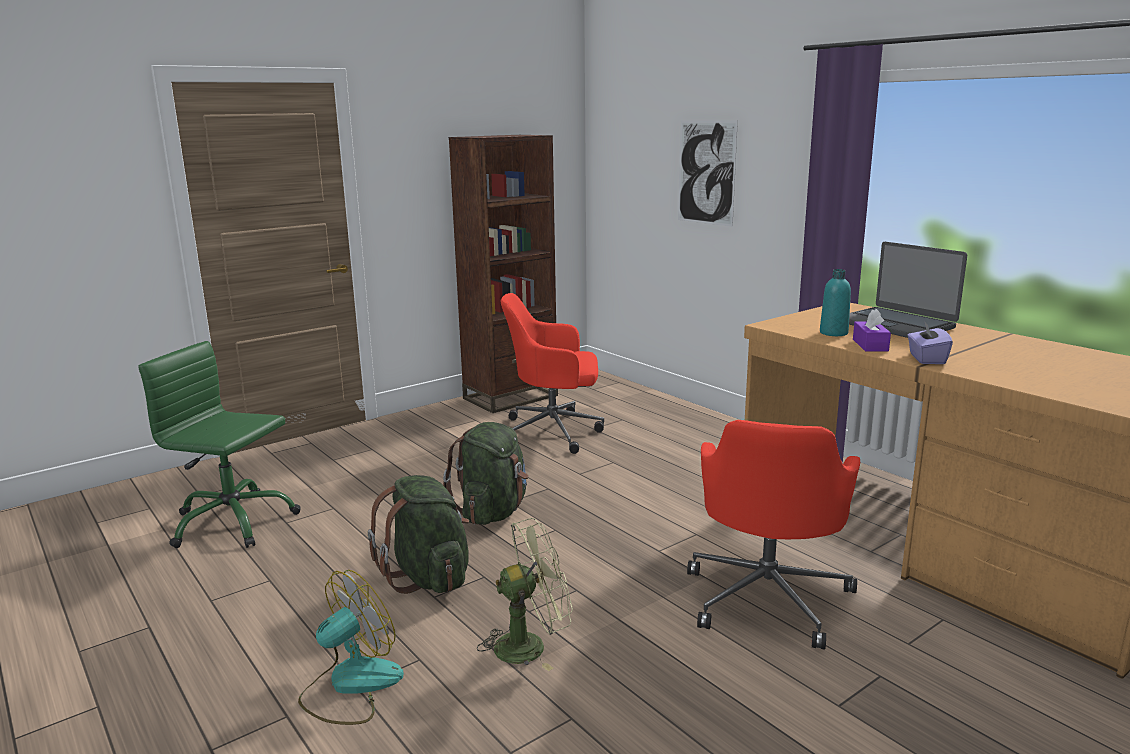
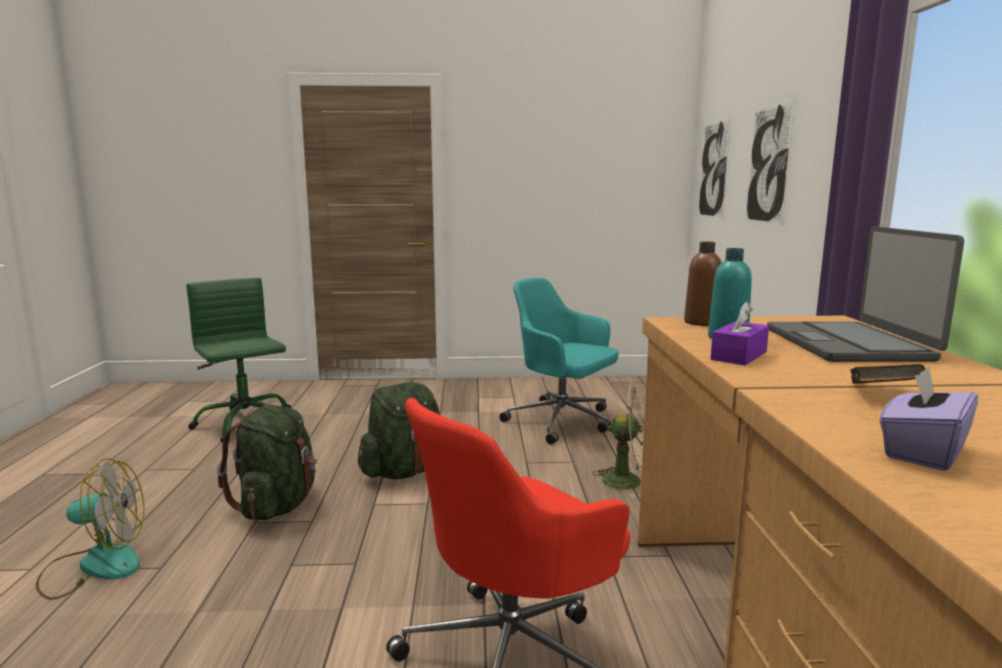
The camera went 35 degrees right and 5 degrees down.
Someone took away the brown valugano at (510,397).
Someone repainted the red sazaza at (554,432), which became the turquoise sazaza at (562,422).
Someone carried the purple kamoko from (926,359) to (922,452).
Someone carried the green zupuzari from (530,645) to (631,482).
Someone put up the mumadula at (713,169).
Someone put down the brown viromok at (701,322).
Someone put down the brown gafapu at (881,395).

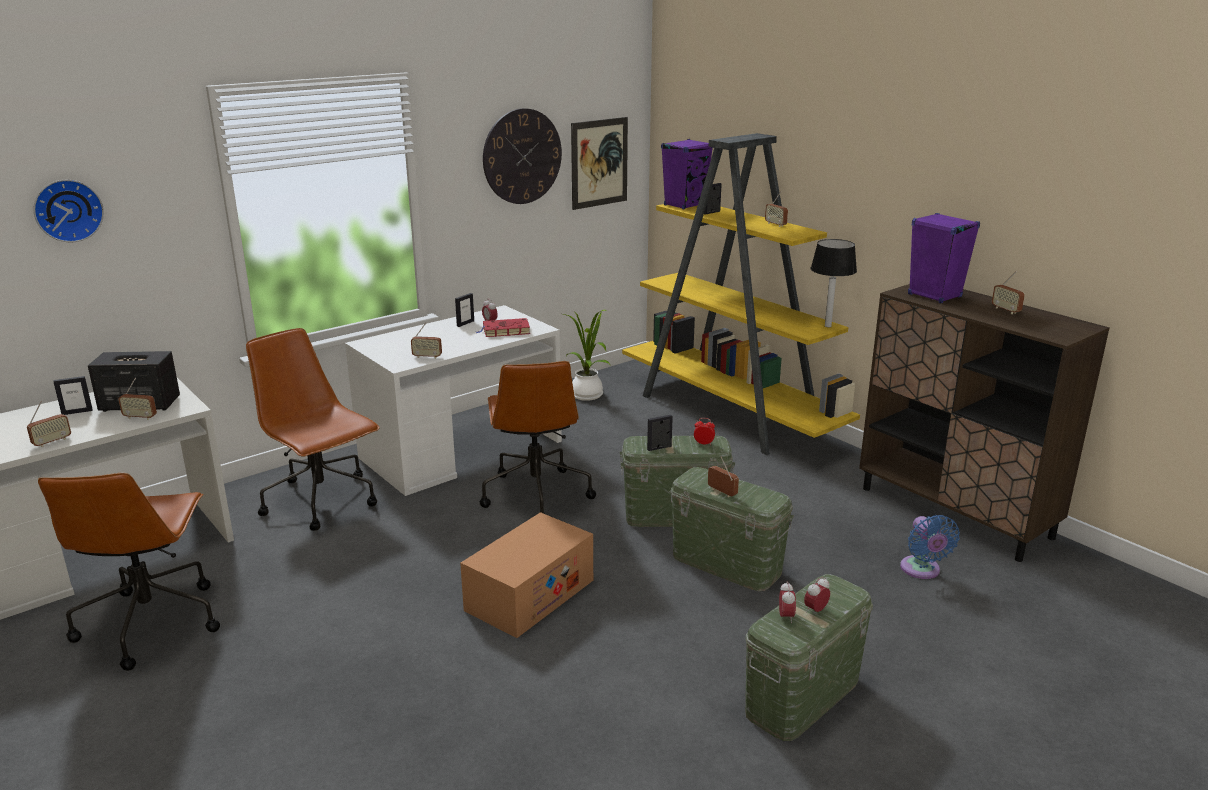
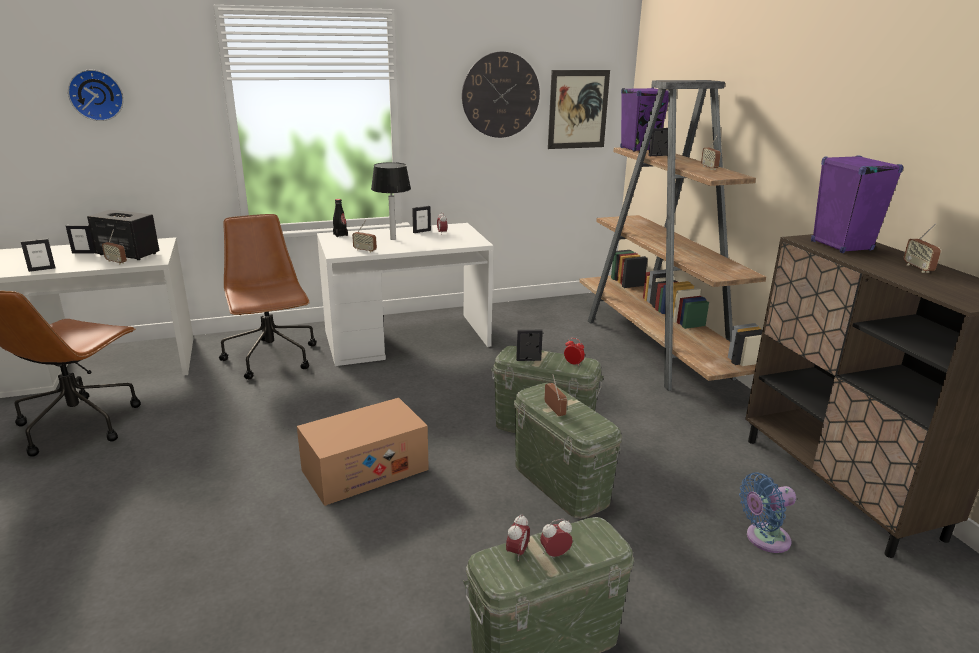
The camera went 20 degrees right and 0 degrees up.
Someone repainted the yellow valugano at (730,414), which became the brown valugano at (657,349).
Someone carried the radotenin from (828,326) to (392,239).
Someone took away the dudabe at (587,396).
Someone took away the red gafapu at (505,331).
Someone took away the brown sazaza at (536,494).
Someone swapped the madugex at (52,442) for the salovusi at (42,269).
Someone rotated the blue zupuzari at (922,570) by 60 degrees clockwise.
Someone put down the black viromok at (340,235).

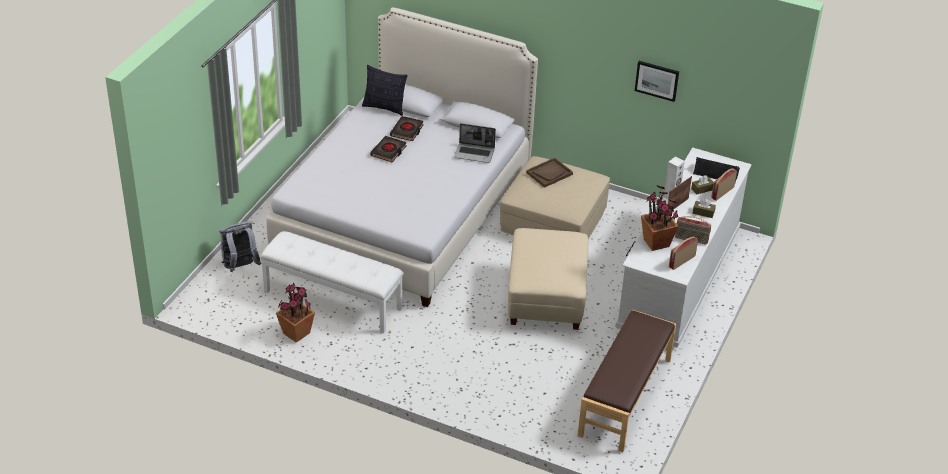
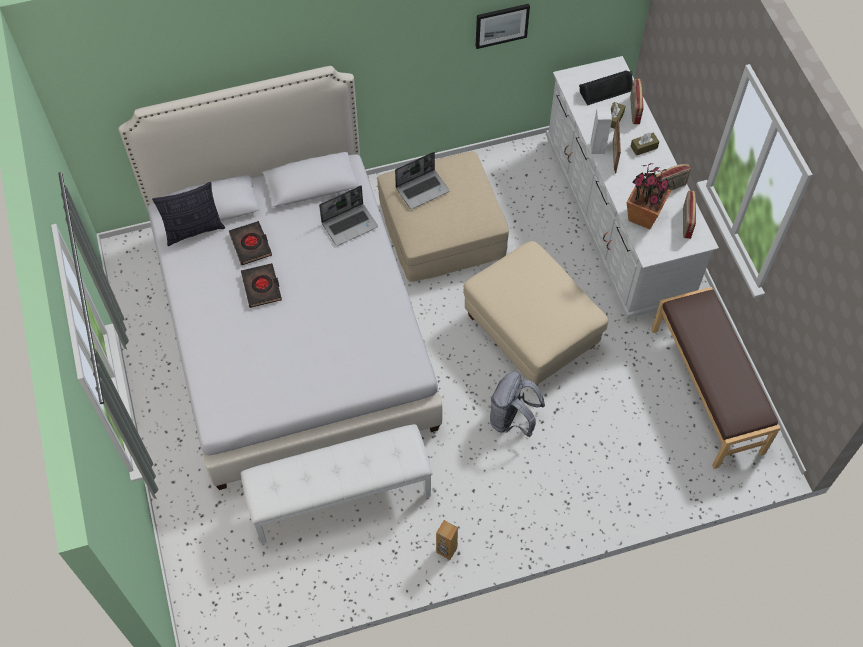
The camera went 40 degrees left and 20 degrees up.
Someone swapped the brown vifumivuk at (549,173) for the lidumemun at (422,189).
Someone carried the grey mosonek from (240,267) to (512,419).
Someone took away the dudabe at (296,333).
Someone put down the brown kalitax at (446,550).

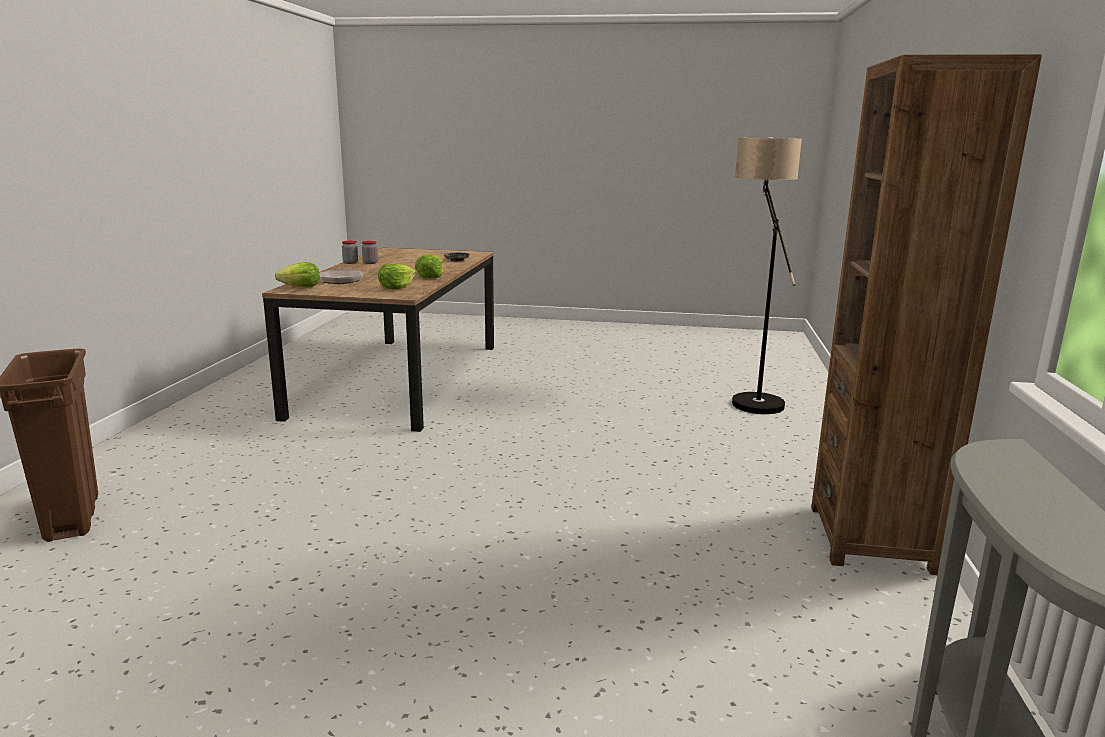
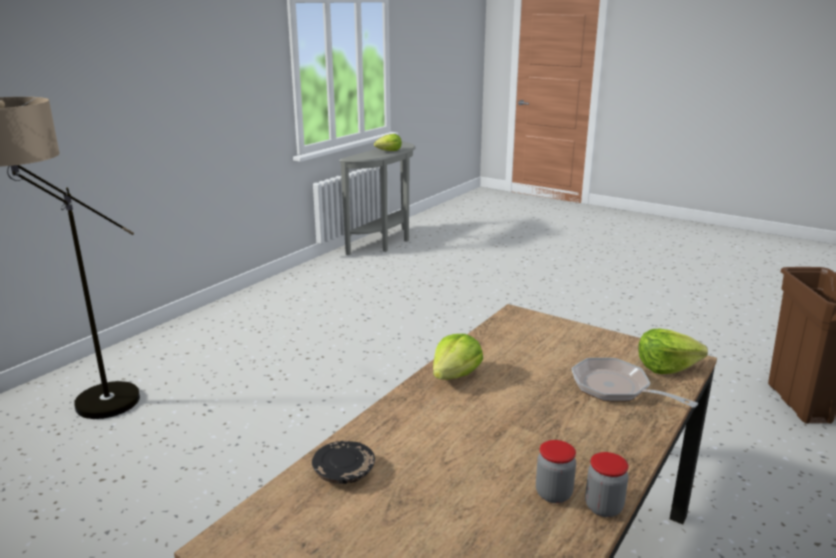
The camera went 155 degrees left and 5 degrees up.
Someone took away the brown valugano at (872,539).
Someone carried the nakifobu from (396,287) to (389,151).

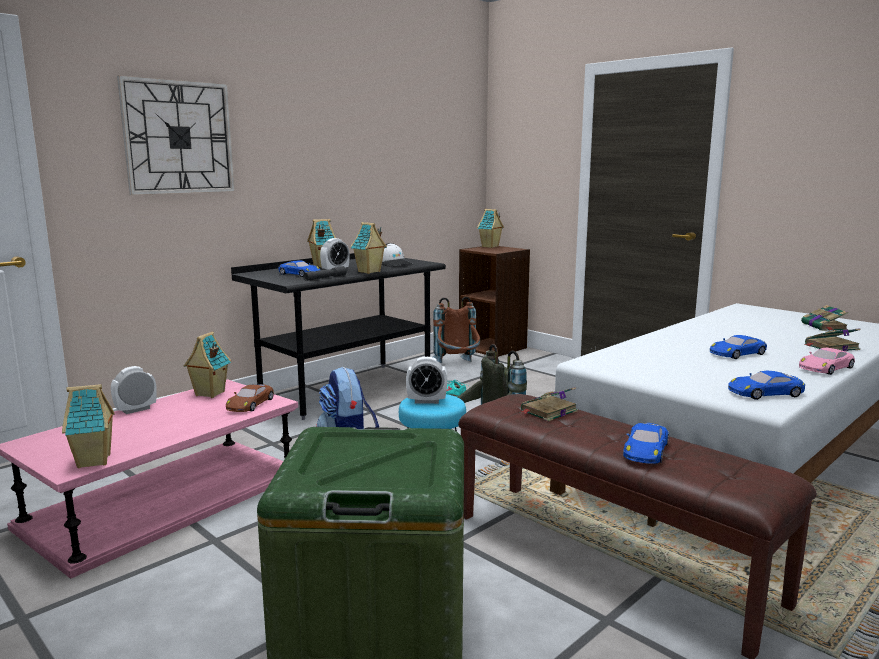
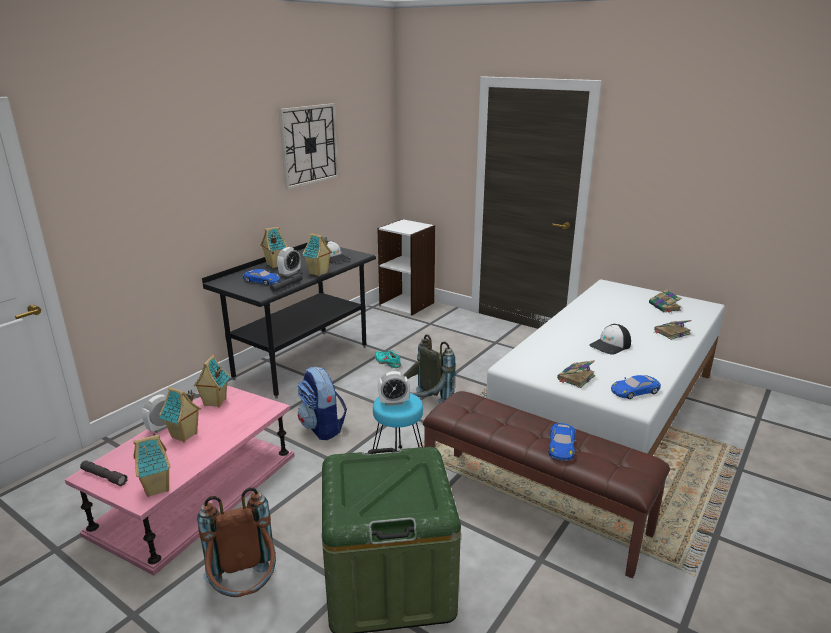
The camera went 10 degrees left and 10 degrees up.
Someone carried the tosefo from (178,137) to (309,145).
Someone carried the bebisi from (490,246) to (184,436).
Someone repainted the brown valugano at (493,347), which became the white valugano at (407,304).
Someone carried the brown mosonek from (457,366) to (245,591).
Someone swapped the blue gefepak at (737,353) for the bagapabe at (610,345).
Someone took away the pink gefepak at (826,368).
Someone took away the brown gefepak at (250,404).
Someone carried the gafapu from (548,411) to (575,378).
Someone put down the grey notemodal at (104,477).

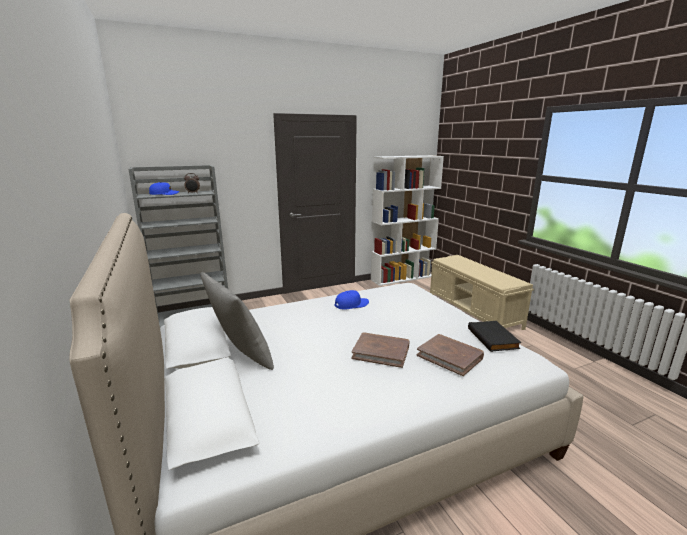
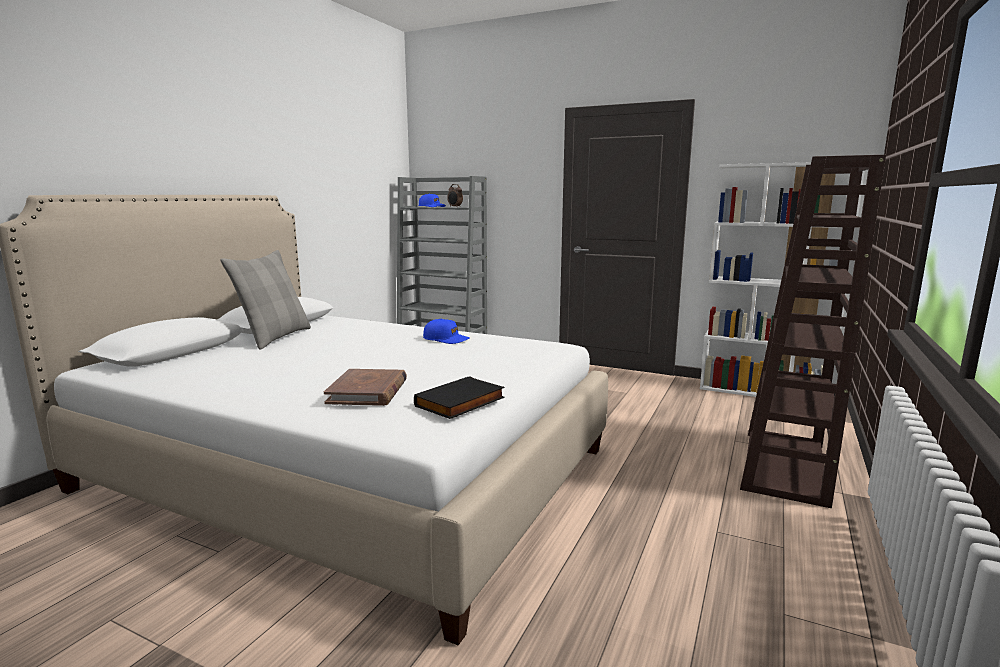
The camera went 50 degrees right and 5 degrees down.
Someone swapped the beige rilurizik at (473,311) for the brown valugano at (785,467).
Someone took away the brown gafapu at (381,352).

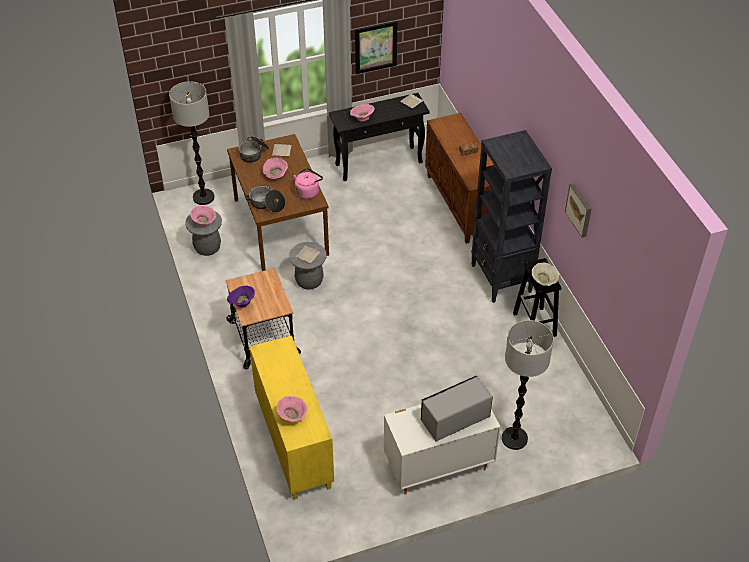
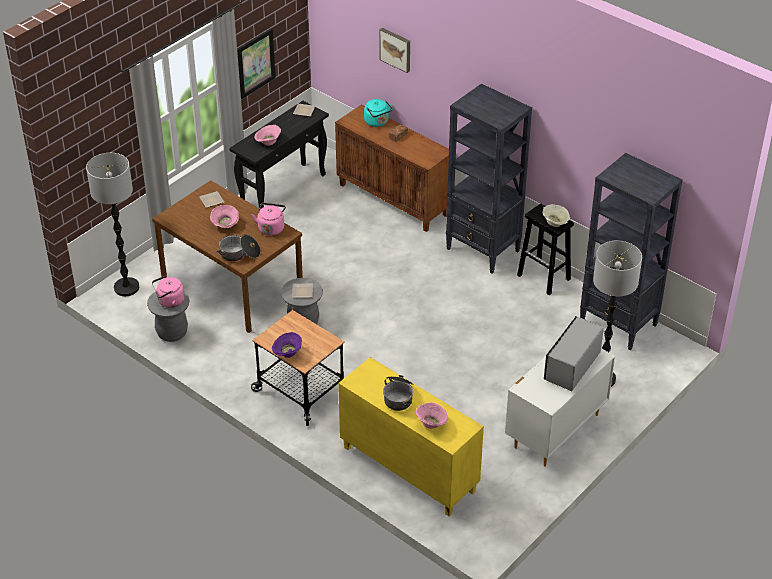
The camera went 30 degrees left and 5 degrees down.
Someone carried the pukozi from (254,153) to (399,397).
Someone carried the mumadula from (580,209) to (396,49).
Someone swapped the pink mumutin at (204,222) for the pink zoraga at (169,302).
Someone put down the turquoise zoraga at (377,122).
Someone put down the black valugano at (618,324).

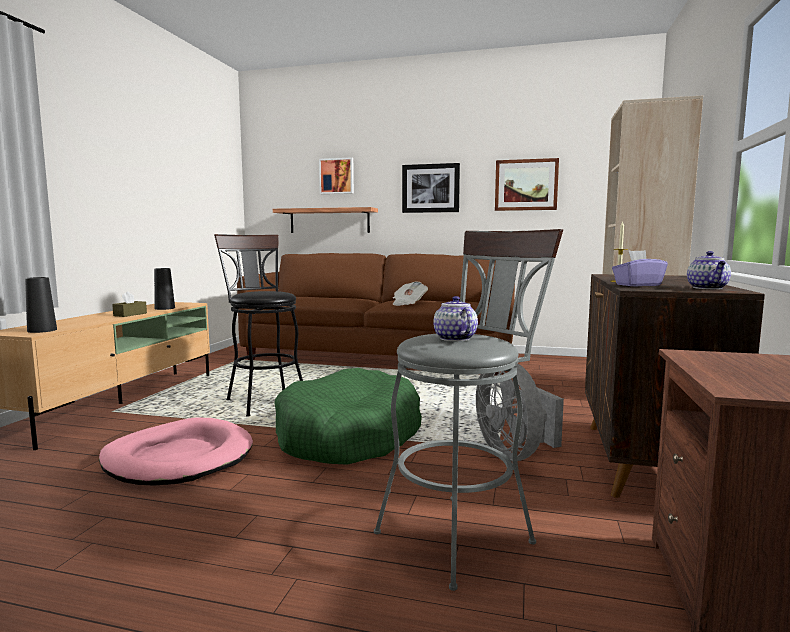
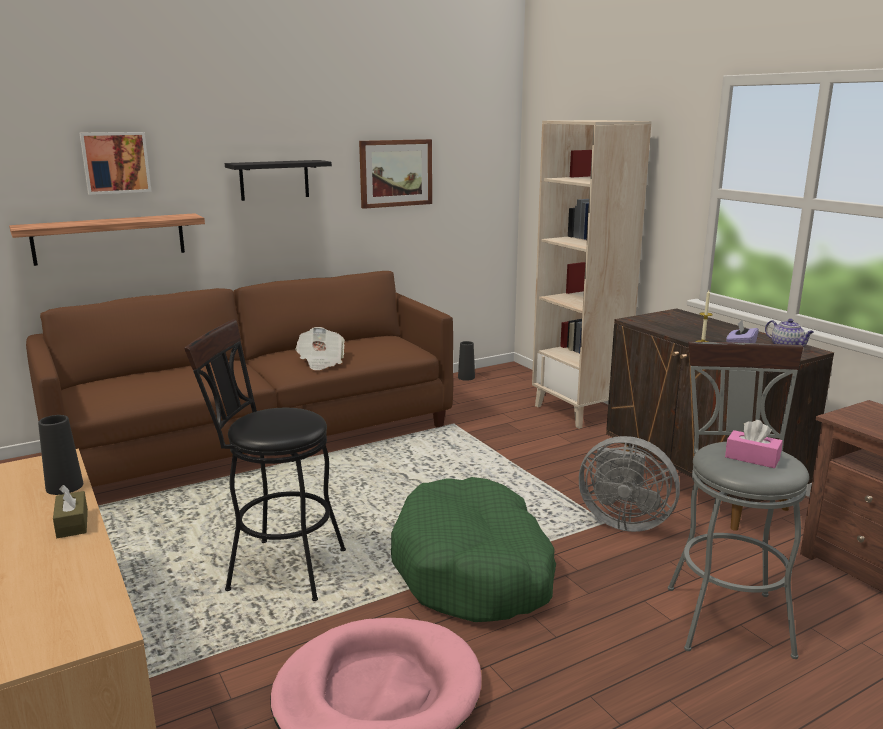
The camera went 45 degrees left and 10 degrees up.
Someone swapped the mumadula at (430,188) for the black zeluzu at (274,180).
Someone carried the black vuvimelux from (42,330) to (466,377).
Someone swapped the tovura at (454,338) for the pink kamoko at (752,458).

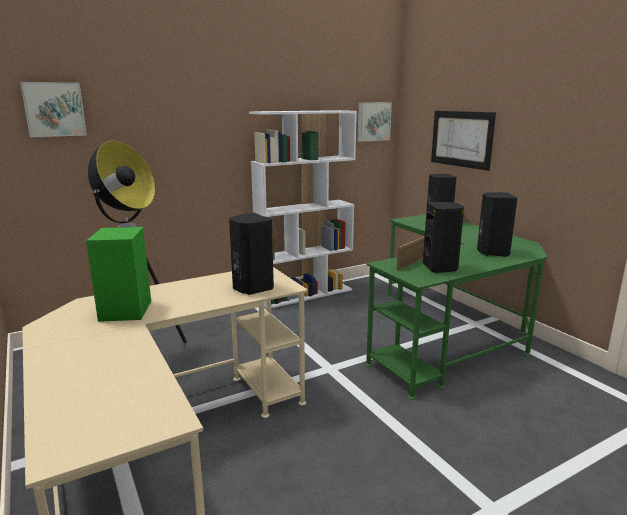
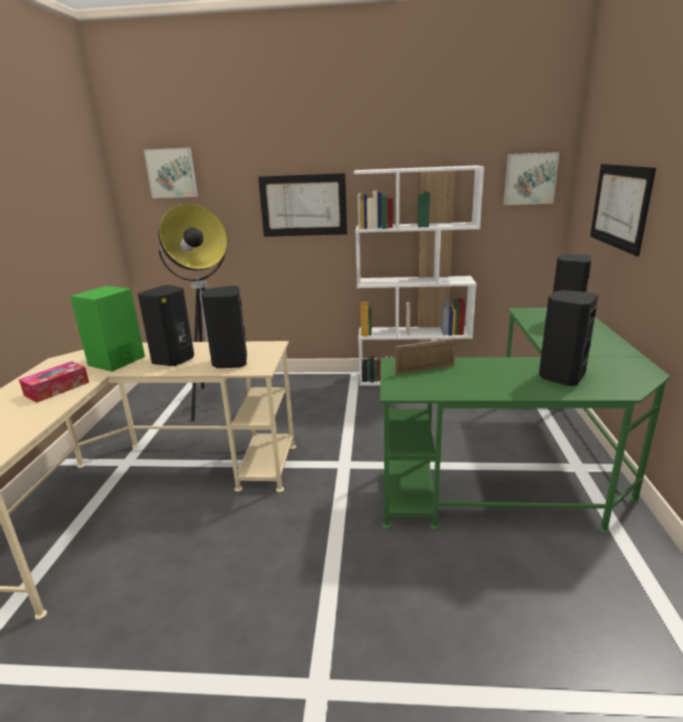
The camera went 35 degrees right and 5 degrees up.
Someone carried the black kalitax from (441,268) to (174,360).
Someone put up the mumadula at (303,205).
Someone put down the kamoko at (57,389).

